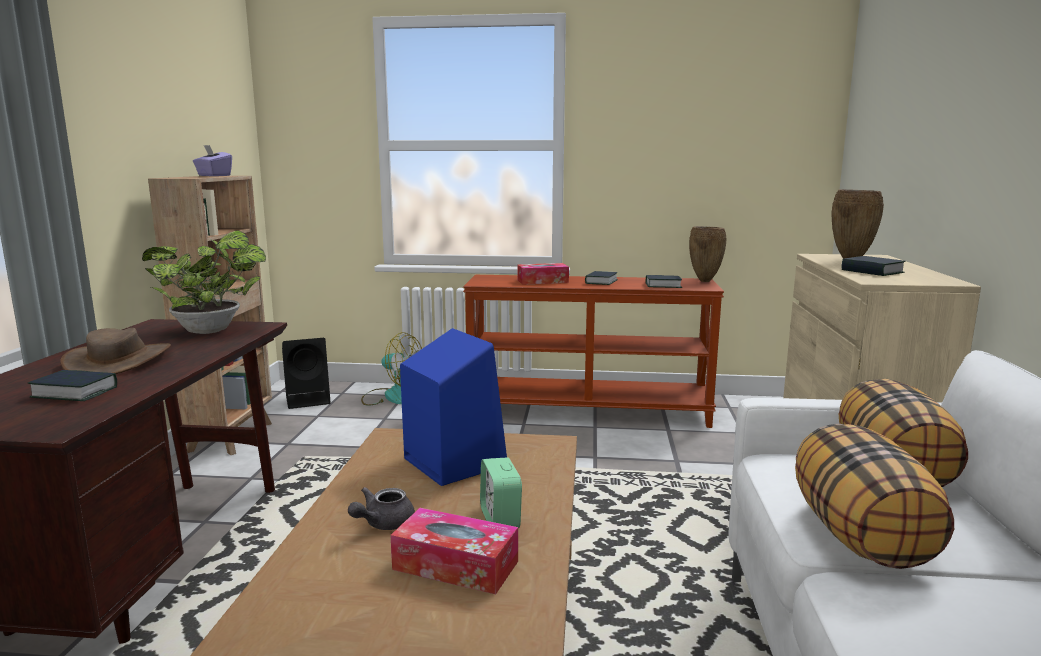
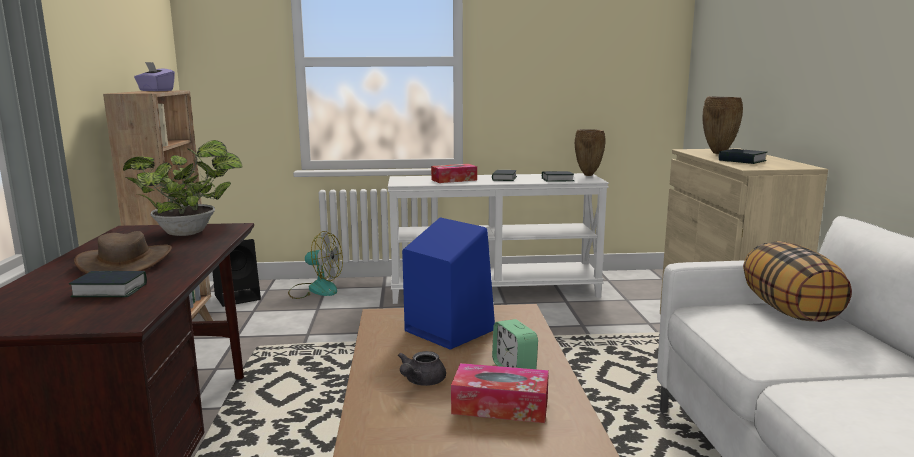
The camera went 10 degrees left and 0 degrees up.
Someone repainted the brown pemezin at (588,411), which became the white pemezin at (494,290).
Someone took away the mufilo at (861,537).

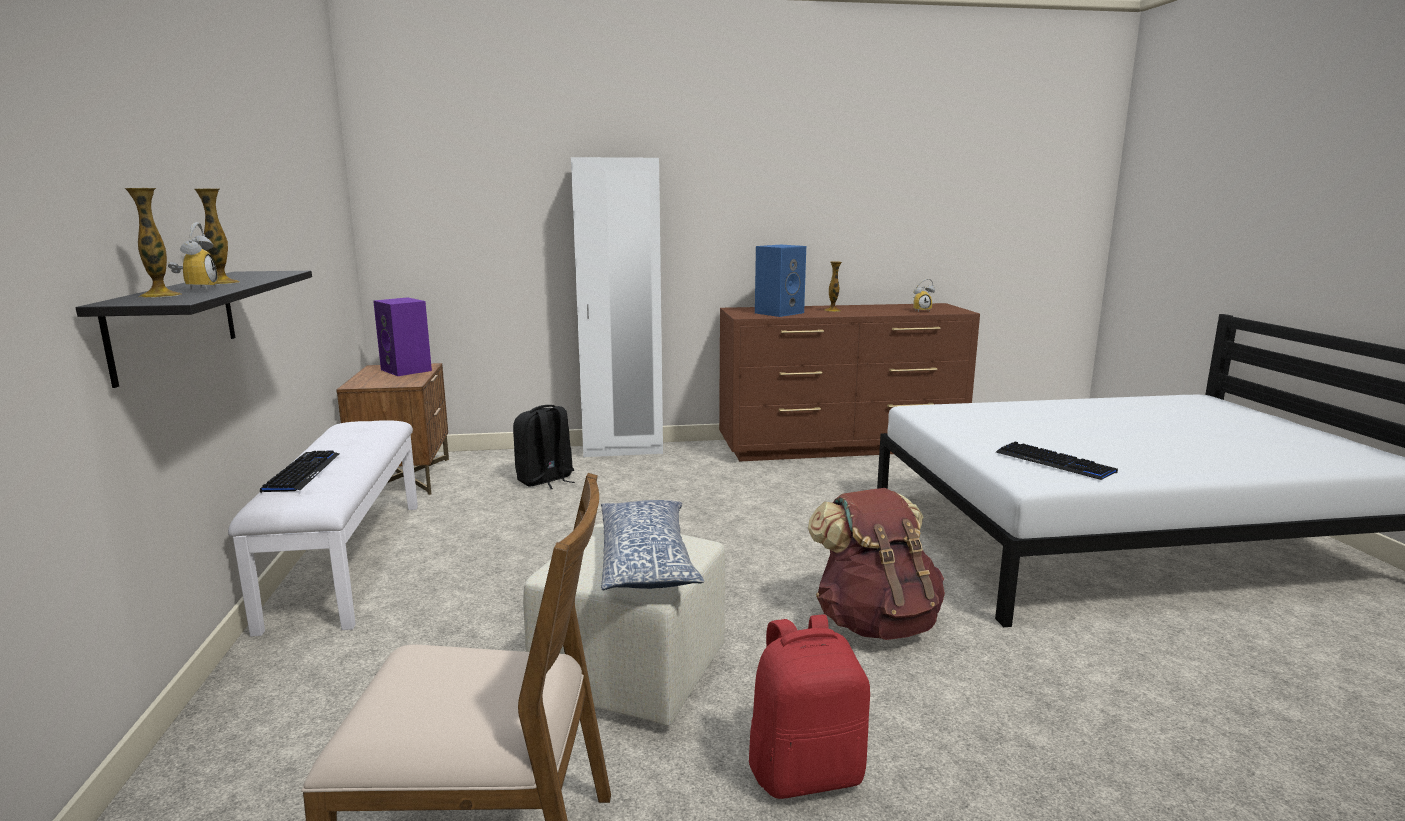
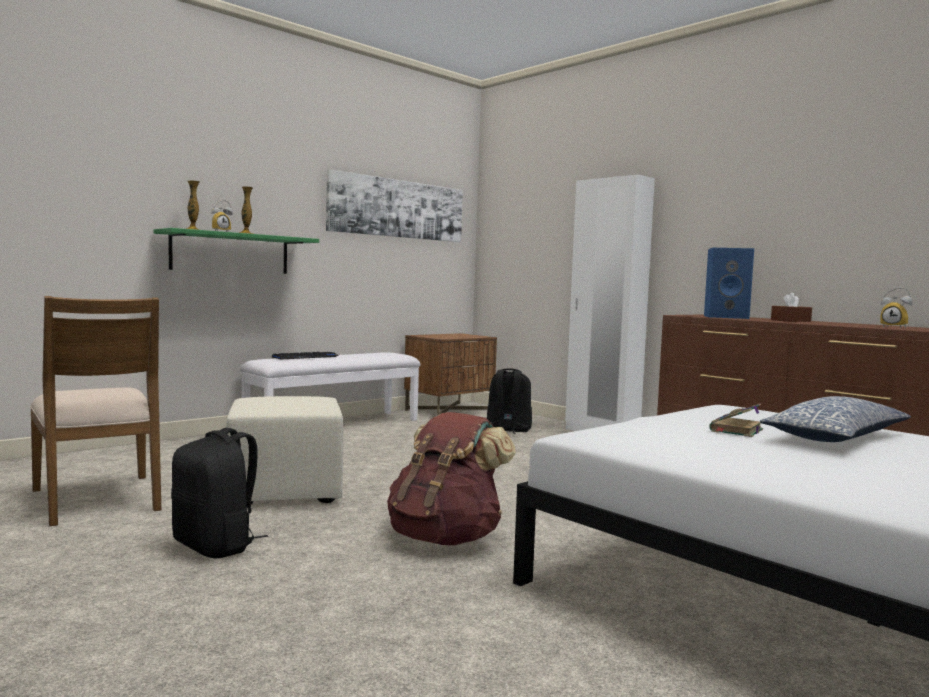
The camera went 55 degrees right and 10 degrees down.
Someone swapped the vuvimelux at (832,310) for the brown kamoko at (790,320).
Someone repainted the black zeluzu at (175,323), which became the green zeluzu at (230,253).
Someone took away the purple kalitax at (407,370).
Someone took away the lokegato at (1054,463).
Someone carried the mufilo from (647,560) to (837,438).
Someone repainted the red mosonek at (806,772), which became the black mosonek at (216,546).
Someone put up the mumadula at (397,209).
Someone put down the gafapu at (736,430).

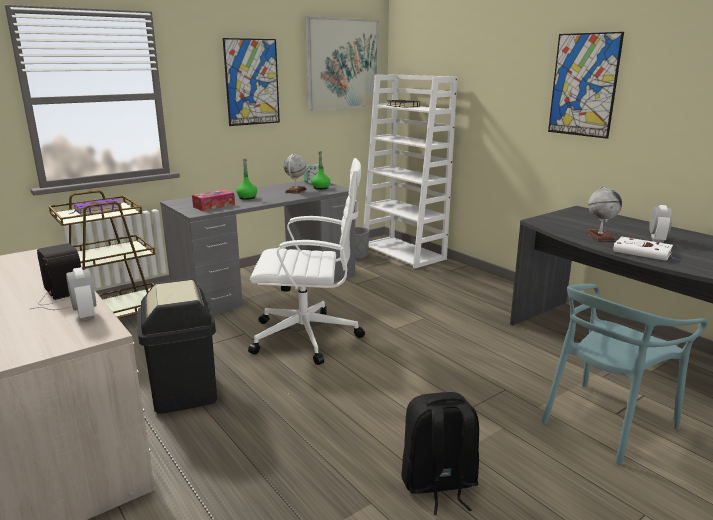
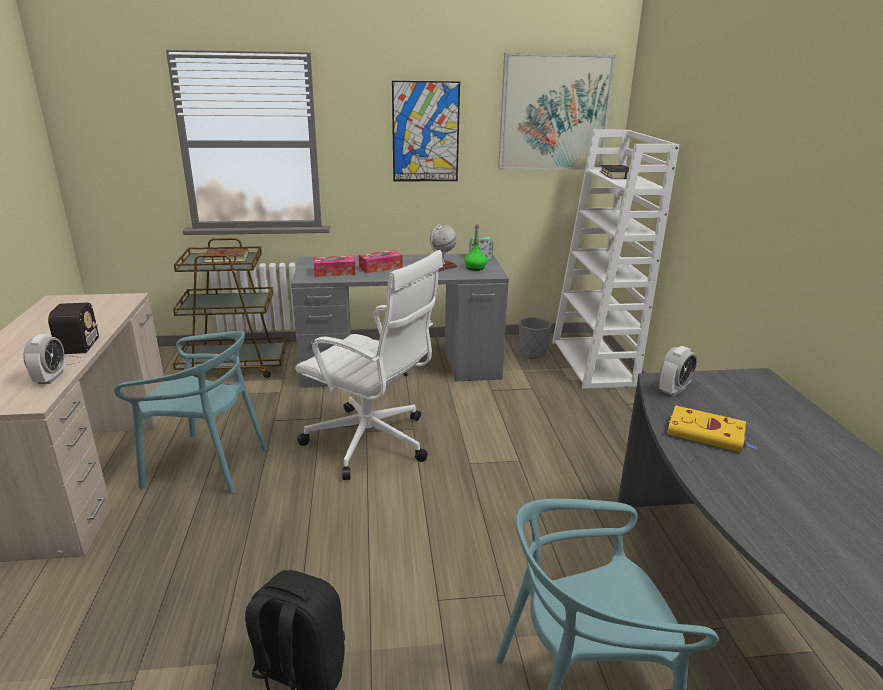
The camera went 30 degrees right and 5 degrees up.
Someone took away the mumadula at (583,85).
Someone swapped the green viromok at (247,198) for the kamoko at (380,267).
Someone swapped the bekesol at (599,237) for the yellow gafapu at (708,434).
Someone repainted the purple gafapu at (97,210), which became the brown gafapu at (225,258).
Someone carried the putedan from (657,239) to (674,390).
Someone took away the white gafapu at (644,252).
Someone swapped the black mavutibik at (185,391) for the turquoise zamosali at (206,465).

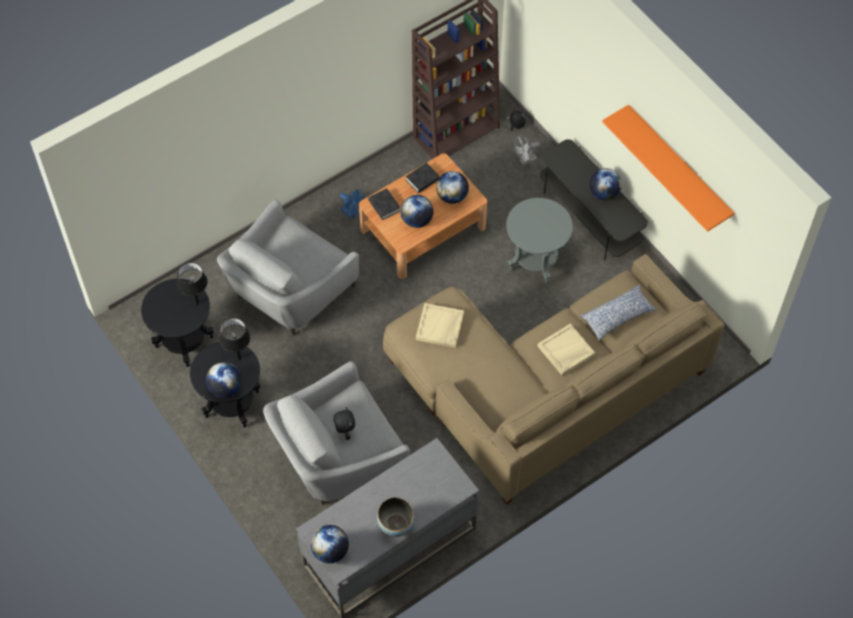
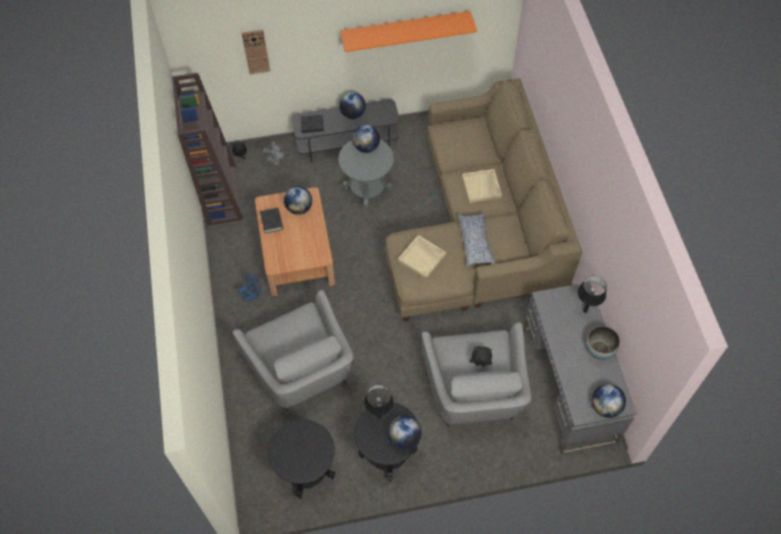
The camera went 65 degrees left and 0 degrees up.
Someone carried the black gafapu from (384,206) to (312,125).
Someone carried the bekesol from (417,220) to (366,147).
Someone carried the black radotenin from (196,303) to (585,311).
Someone carried the mufilo from (618,316) to (475,242).
Someone put up the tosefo at (256,51).

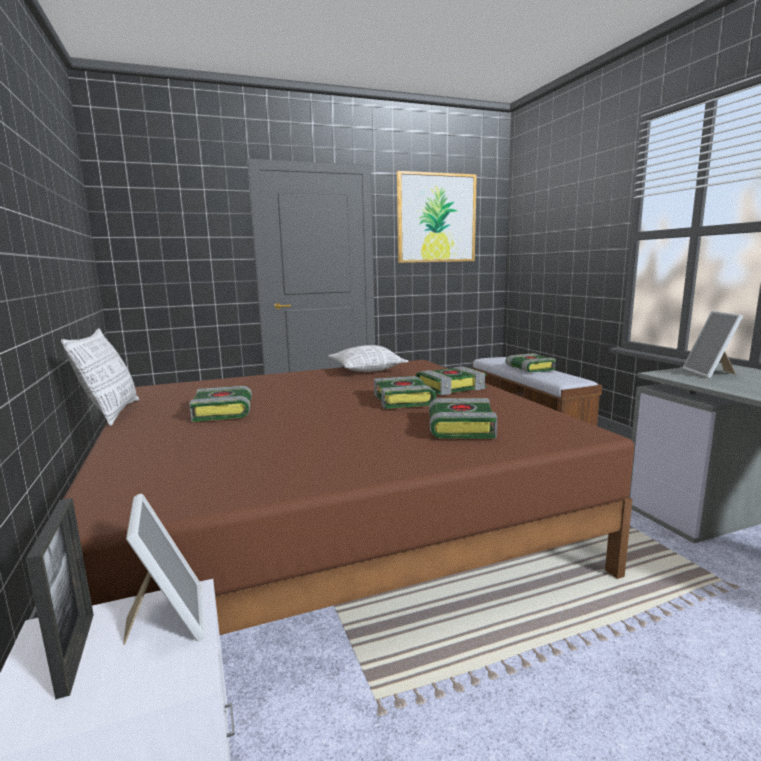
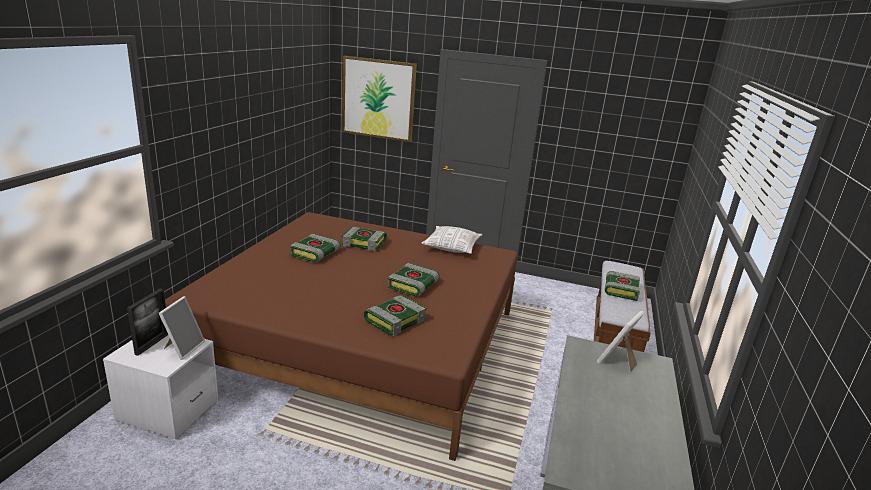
The camera went 35 degrees right and 10 degrees up.
Someone carried the mumadula from (436,218) to (378,99).
Someone took away the mufilo at (112,413).
Someone carried the gafapu from (450,387) to (365,243).

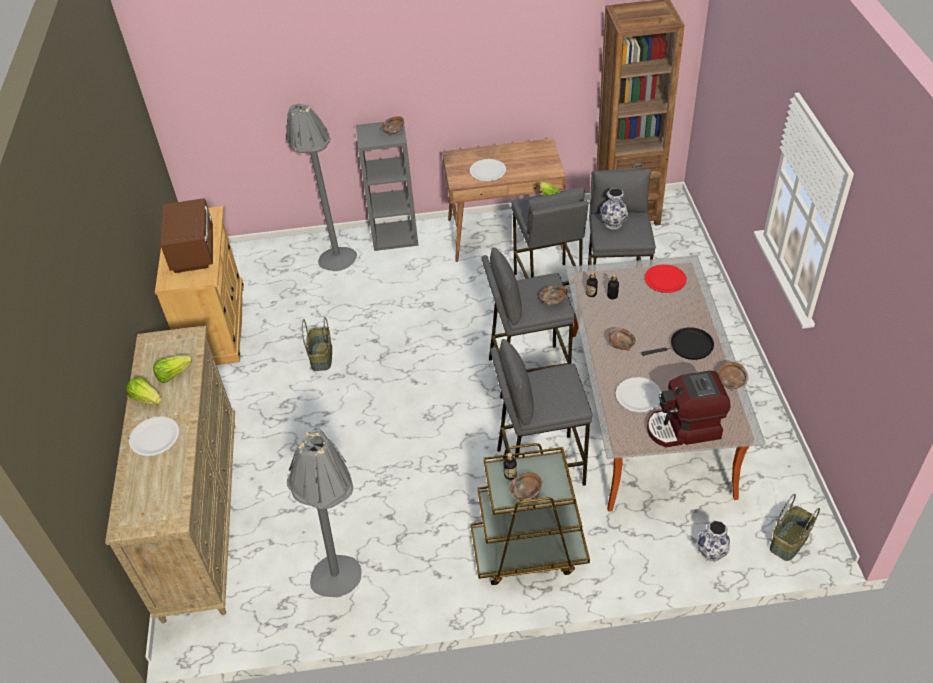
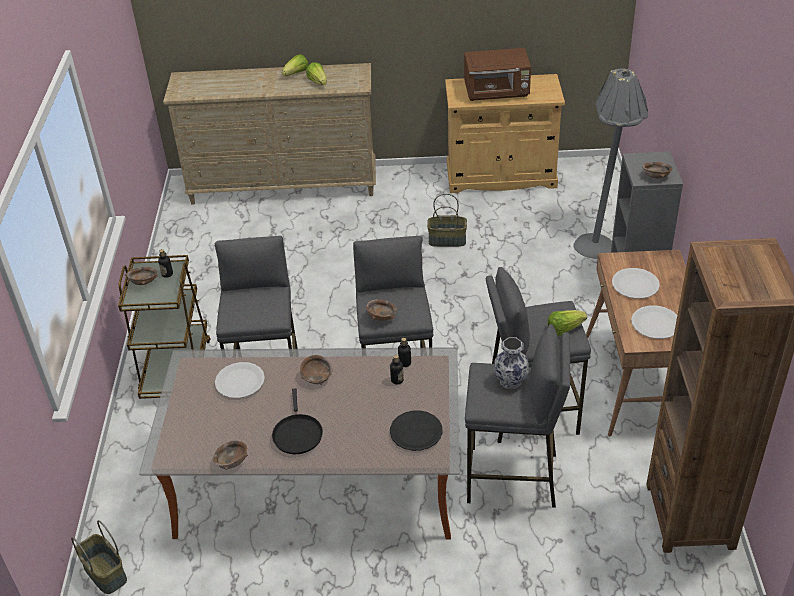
The camera went 95 degrees right and 5 degrees down.
Someone repainted the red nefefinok at (665,279), which became the black nefefinok at (416,432).
Someone took away the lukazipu at (684,429).
Someone carried the white nefefinok from (154,437) to (655,323).
Someone took away the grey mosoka at (344,584).
Someone took away the vuvimelux at (711,553).

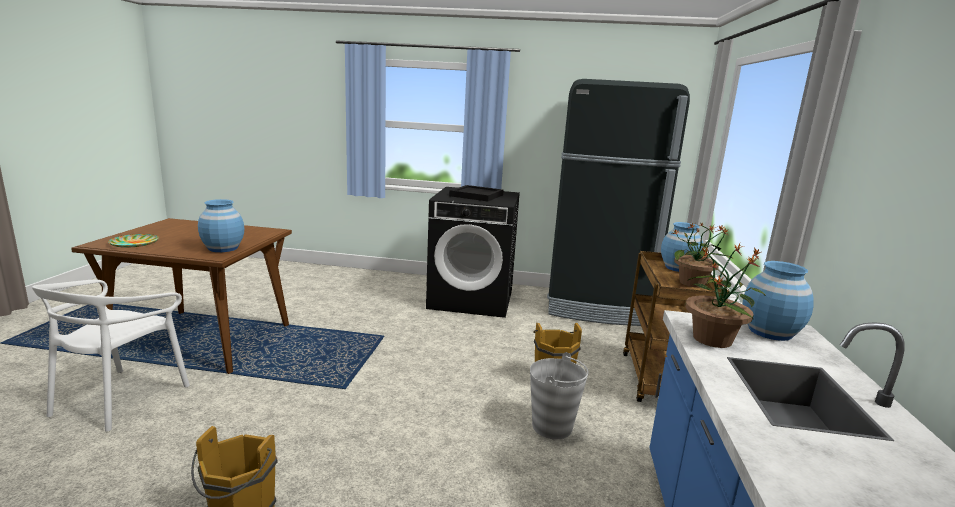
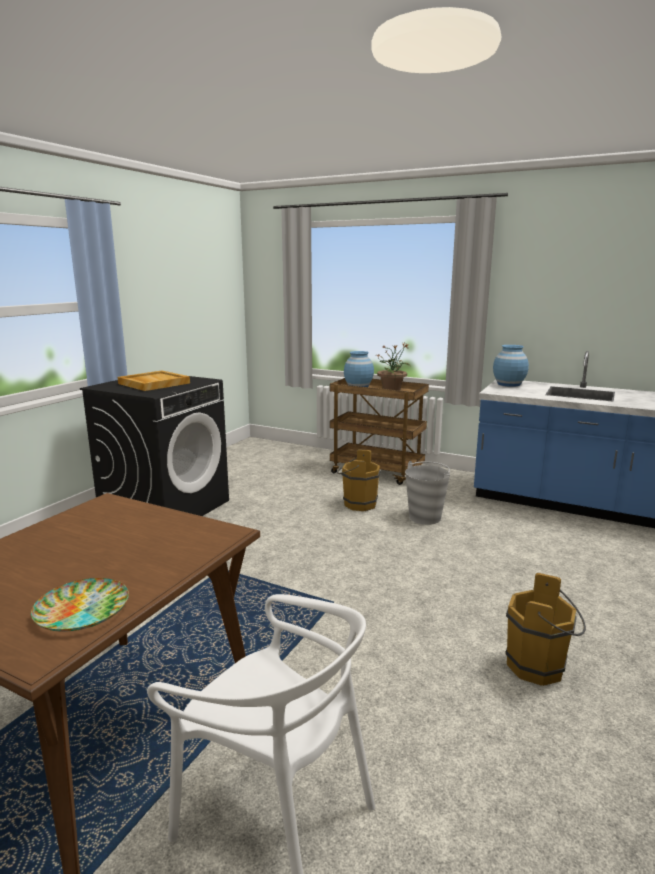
The camera went 70 degrees left and 0 degrees up.
Someone took away the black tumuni at (598,307).
Someone repainted the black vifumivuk at (476,195), which became the beige vifumivuk at (153,383).
Someone took away the blue vuvimelux at (223,248).
Someone took away the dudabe at (712,339).

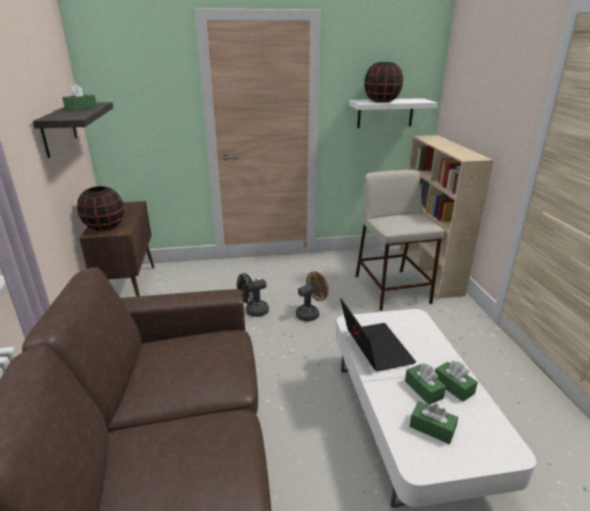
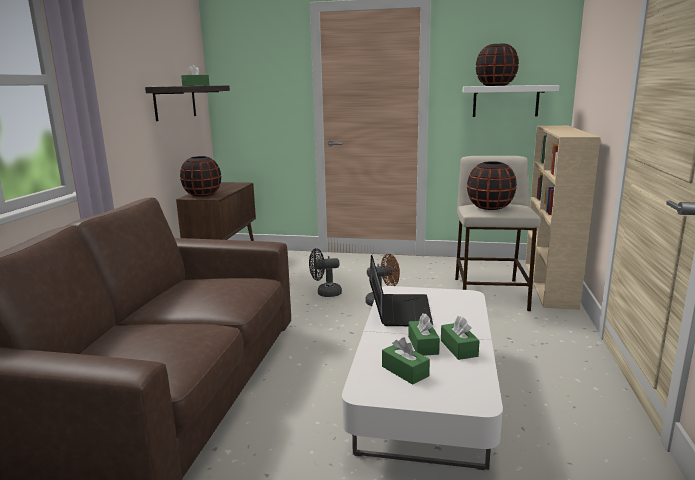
The camera went 20 degrees right and 10 degrees down.
Someone put down the black vuvimelux at (490,207).

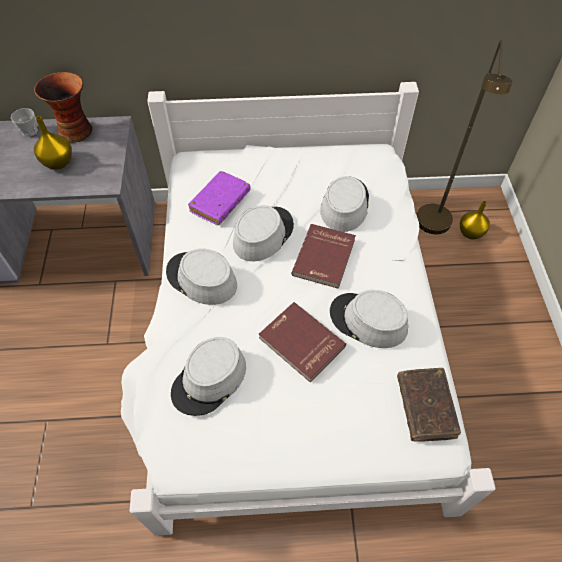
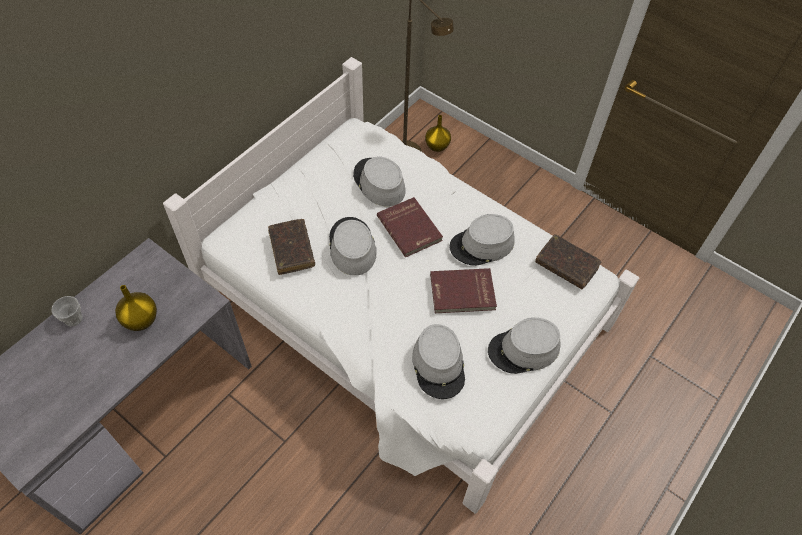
The camera went 50 degrees left and 0 degrees up.
Someone took away the vuvimelux at (76,130).
Someone repainted the purple gafapu at (220,202), which became the brown gafapu at (292,250).
Someone carried the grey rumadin from (201,279) to (524,350).

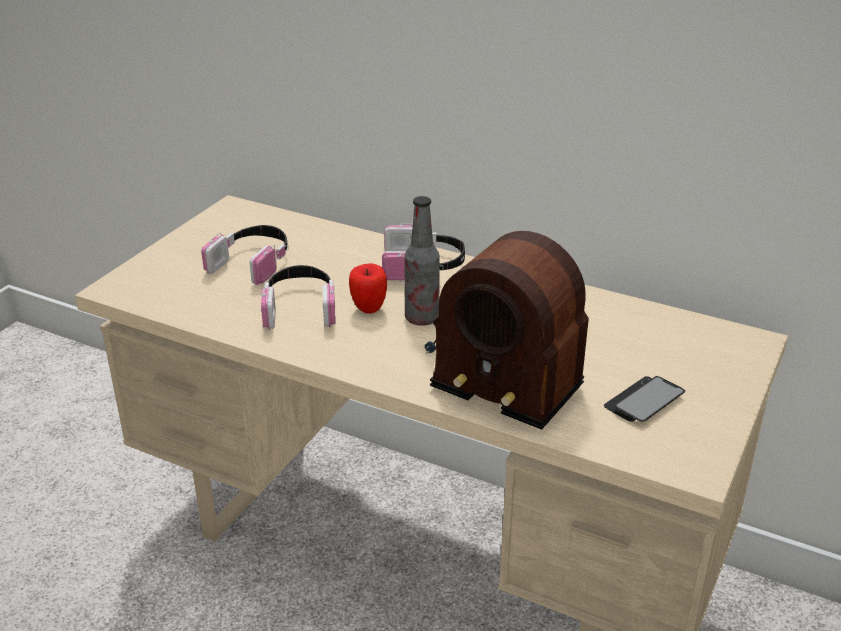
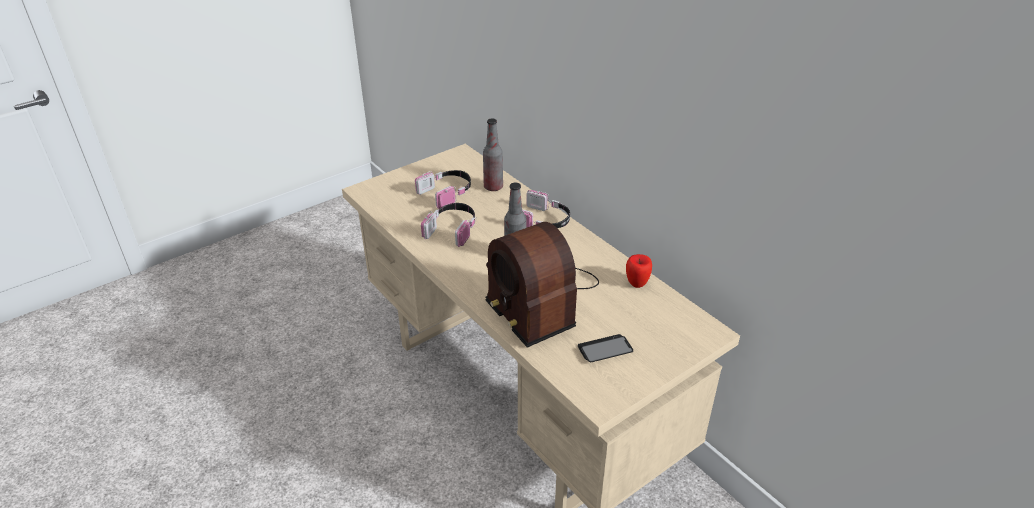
The camera went 25 degrees right and 5 degrees up.
Someone carried the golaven from (368,308) to (637,283).
Someone put down the viromok at (493,187).

